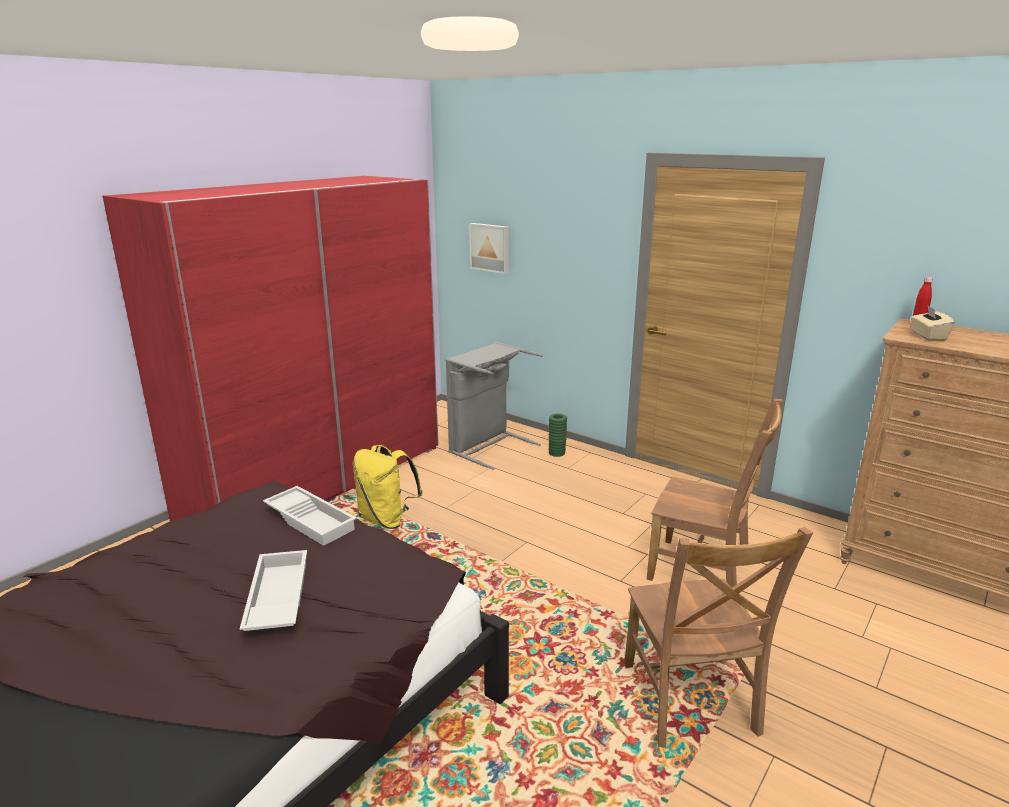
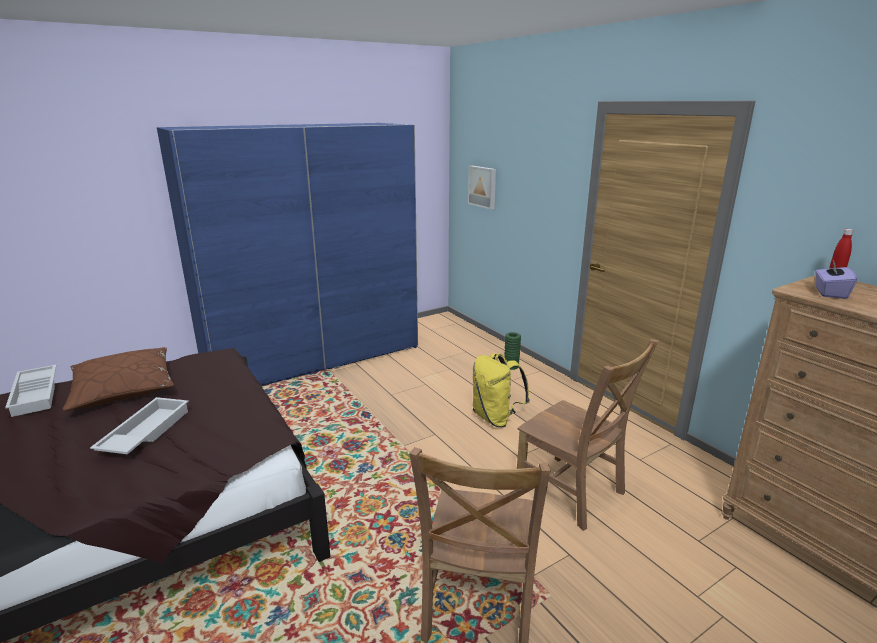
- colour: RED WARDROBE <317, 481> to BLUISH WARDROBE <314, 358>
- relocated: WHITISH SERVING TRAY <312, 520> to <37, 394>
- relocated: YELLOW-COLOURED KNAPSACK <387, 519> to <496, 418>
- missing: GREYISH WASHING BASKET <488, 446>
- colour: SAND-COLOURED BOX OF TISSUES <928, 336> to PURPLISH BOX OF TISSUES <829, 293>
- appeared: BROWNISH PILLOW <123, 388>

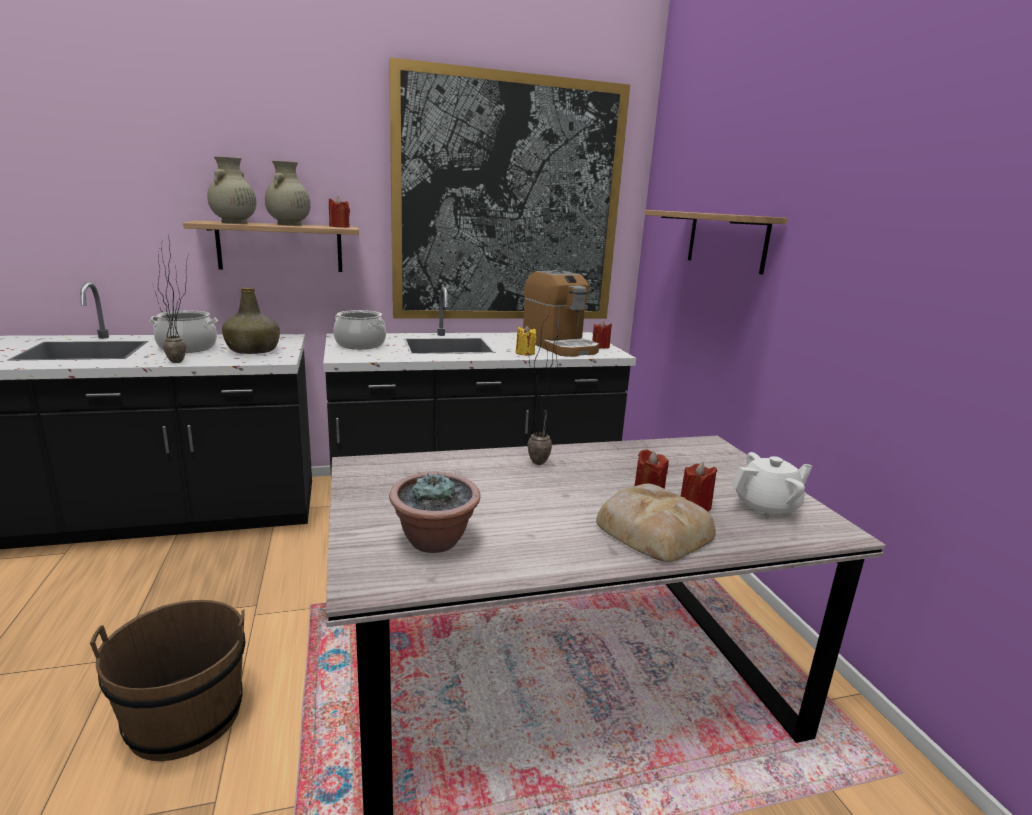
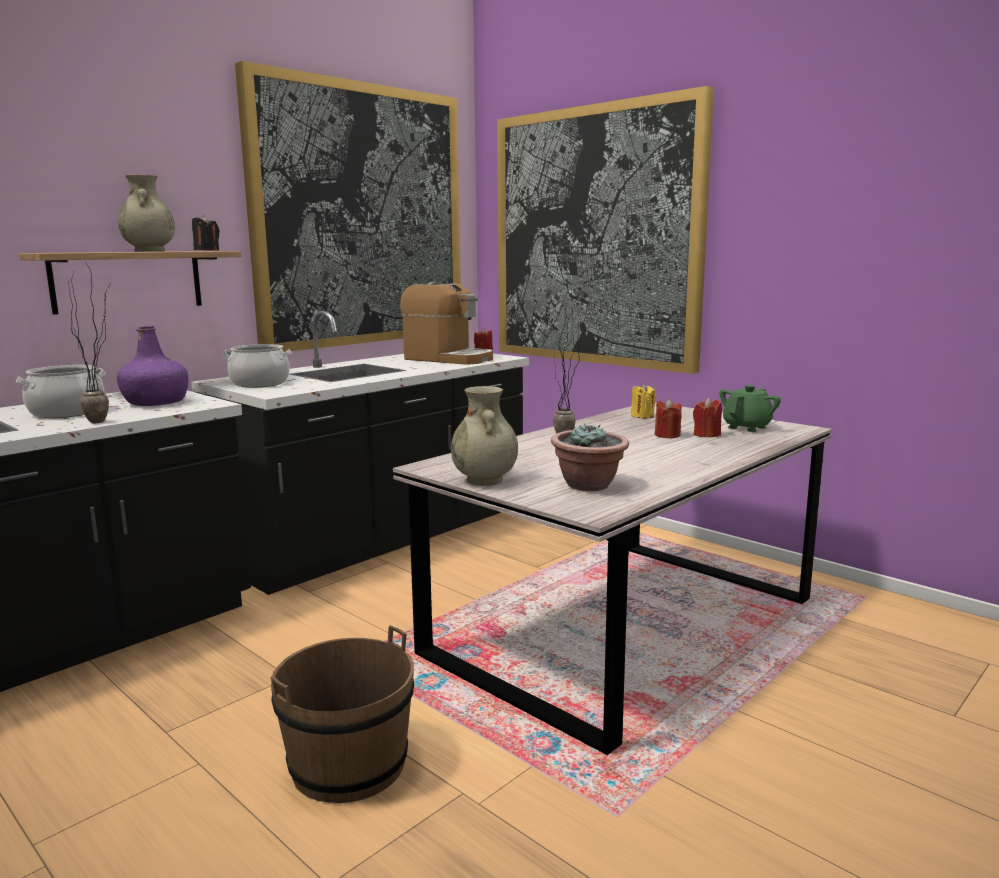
- relocated: SAND-COLOURED DECORATIVE VASE <234, 223> to <485, 481>
- colour: GREEN DRINK BOTTLE <253, 350> to PURPLISH DRINK BOTTLE <156, 402>
- colour: RED CANDLE <339, 227> to BLACK CANDLE <207, 250>
- relocated: YELLOW-COLOURED CANDLE <525, 353> to <642, 416>
- missing: BREAD <653, 529>
- exchanged: SHELF <726, 240> to PICTURE <595, 237>
- colour: WHITISH TEAPOT <766, 508> to GREEN TEAPOT <747, 427>

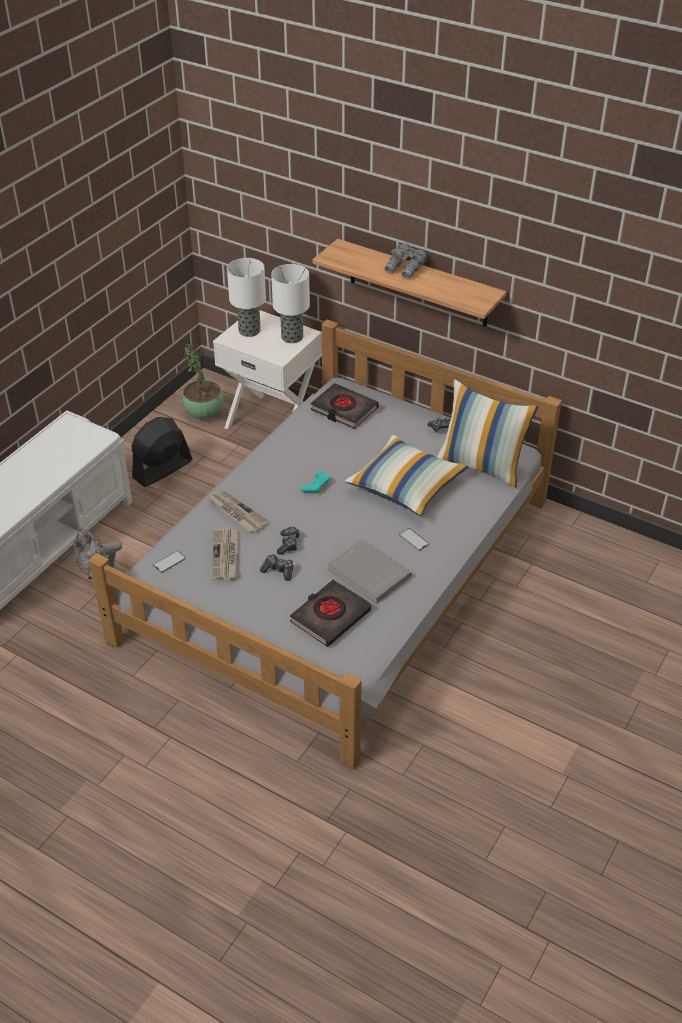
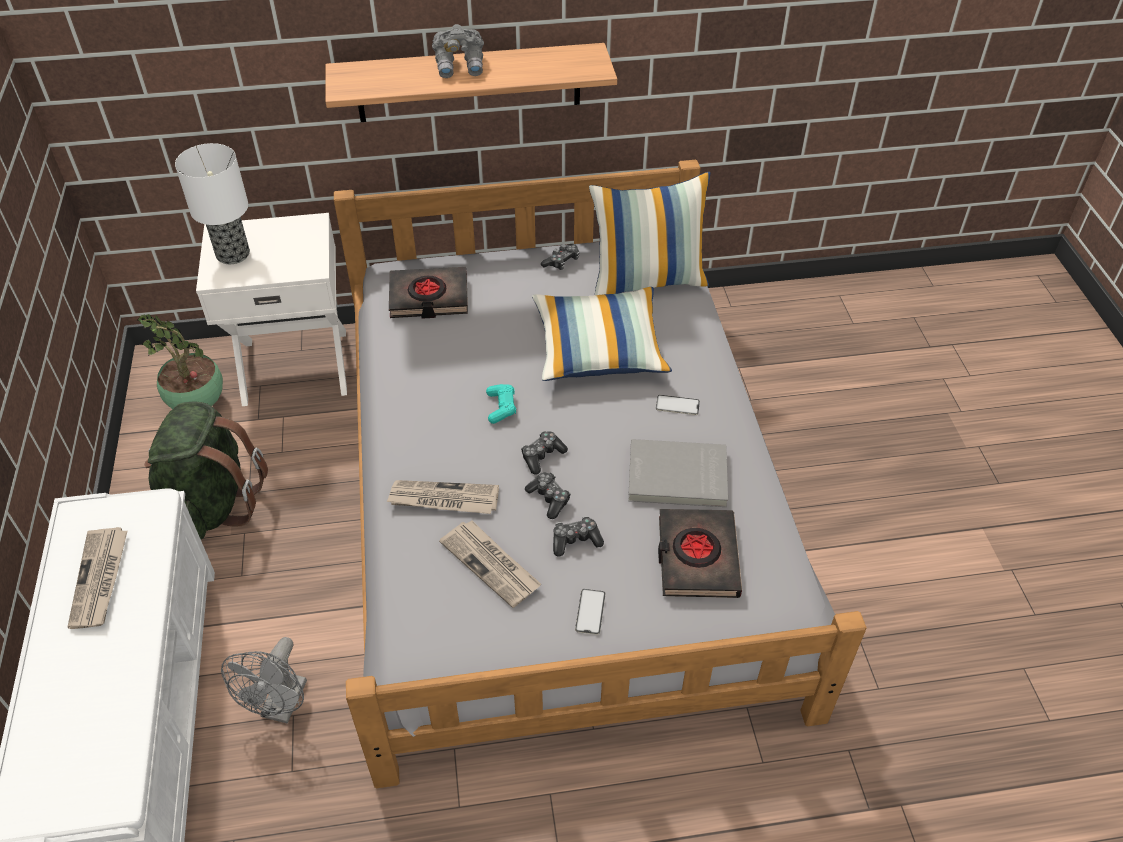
- exchanged: BLACK FAN <162, 469> to GREEN KNAPSACK <212, 504>
- relocated: PHONE <169, 562> to <590, 611>
- missing: LAMP FOR A TABLE <293, 337>
- appeared: NEWSPAPER <100, 579>
- appeared: JOYPAD <542, 456>

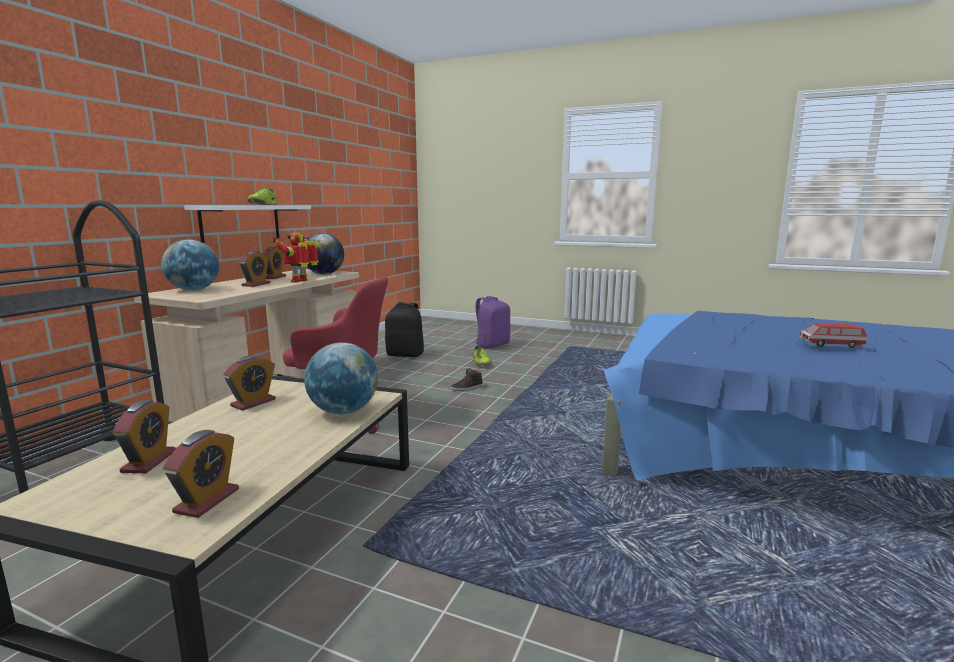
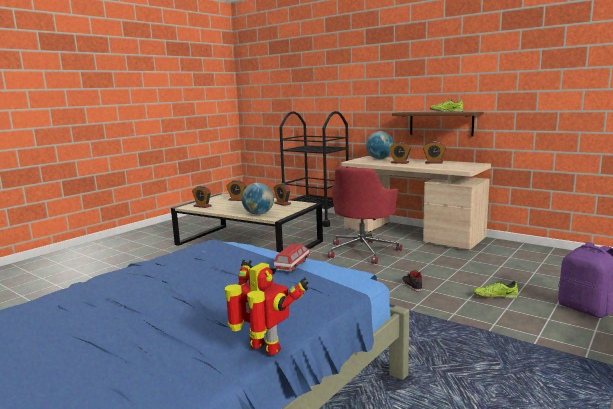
- colour: WHITISH SHELF <241, 223> to BROWNISH SHELF <441, 123>
- relocated: TOY ROBOT <301, 281> to <264, 349>
- missing: GLOBE <324, 274>
- missing: BLACK KNAPSACK <405, 354>
- relocated: TOY CAR <831, 345> to <292, 265>

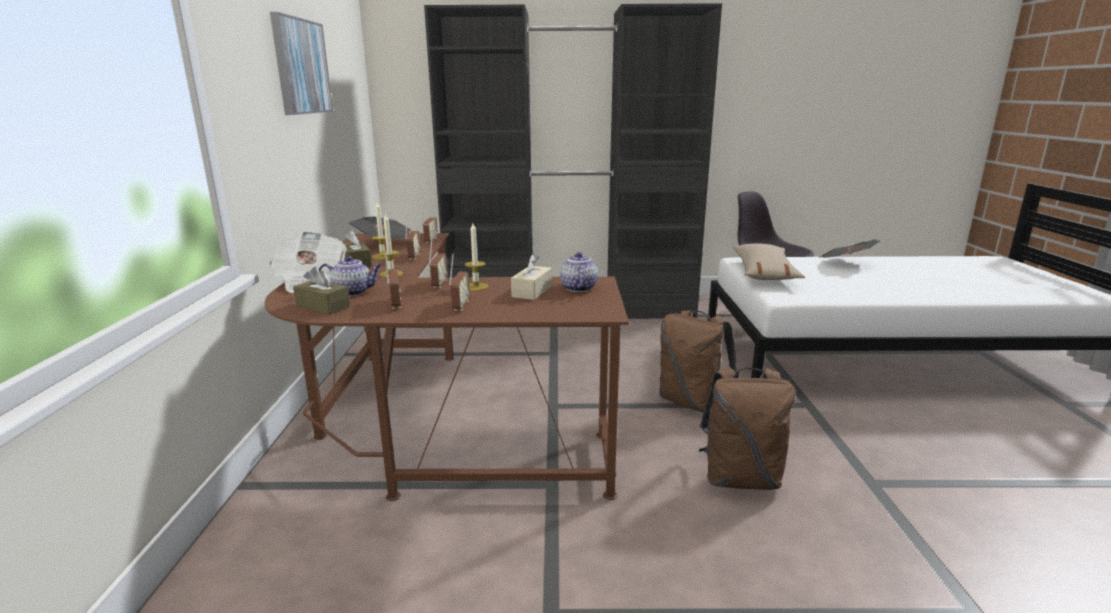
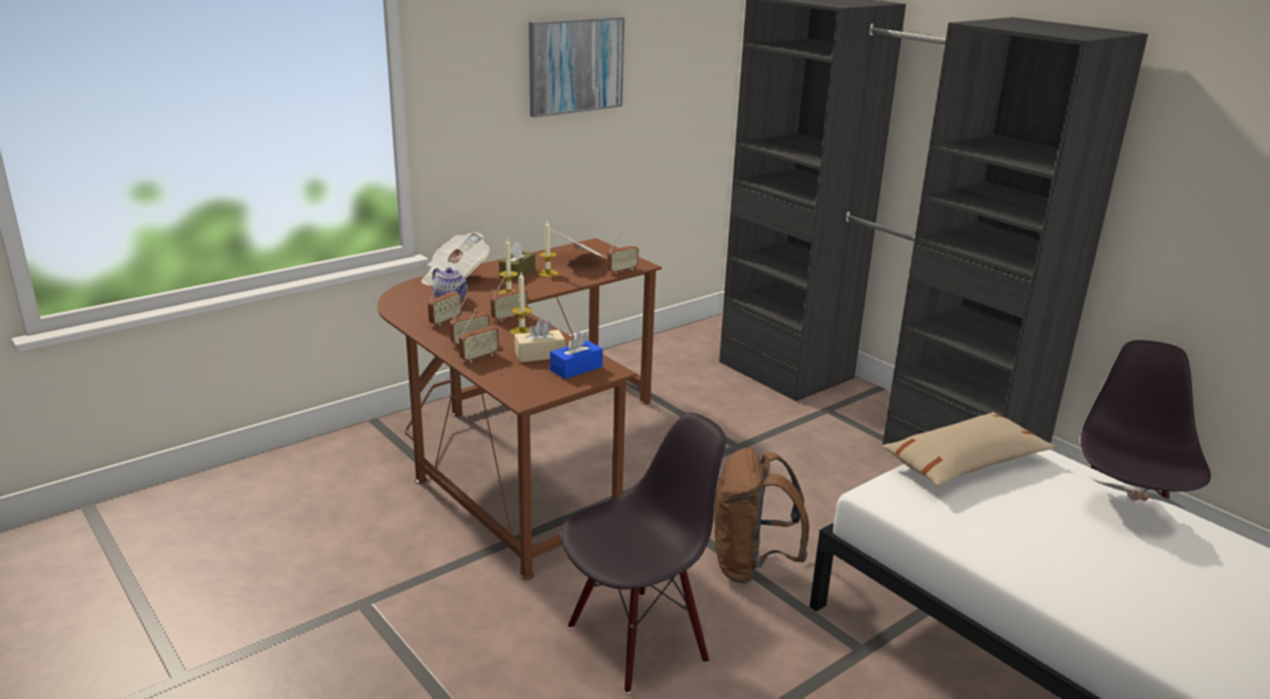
- missing: BROWNISH BOX OF TISSUES <323, 306>
- relocated: RADIO RECEIVER <414, 256> to <479, 357>
- exchanged: TEAPOT <578, 288> to BLUISH BOX OF TISSUES <576, 368>
- exchanged: BROWNISH KNAPSACK <740, 478> to BLACK CHAIR <637, 641>

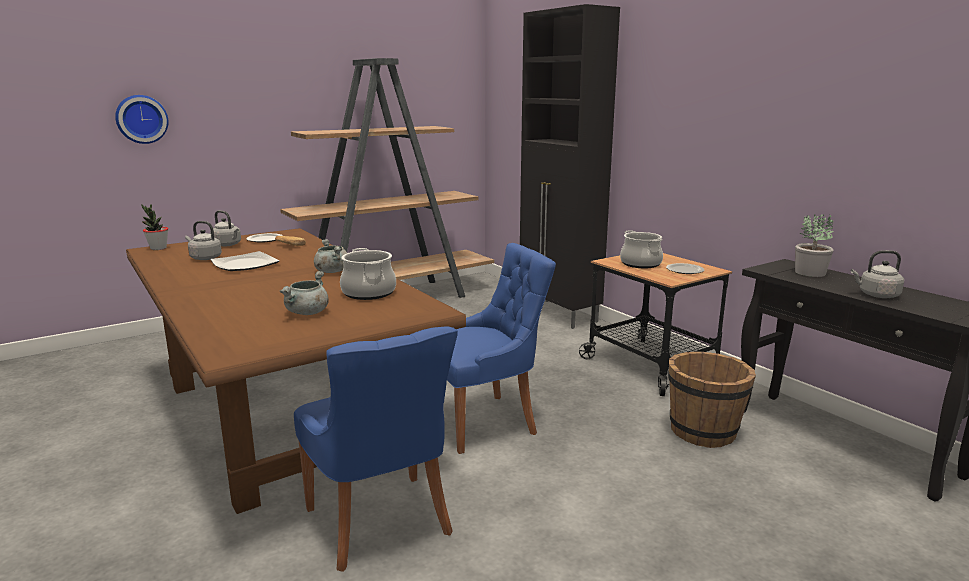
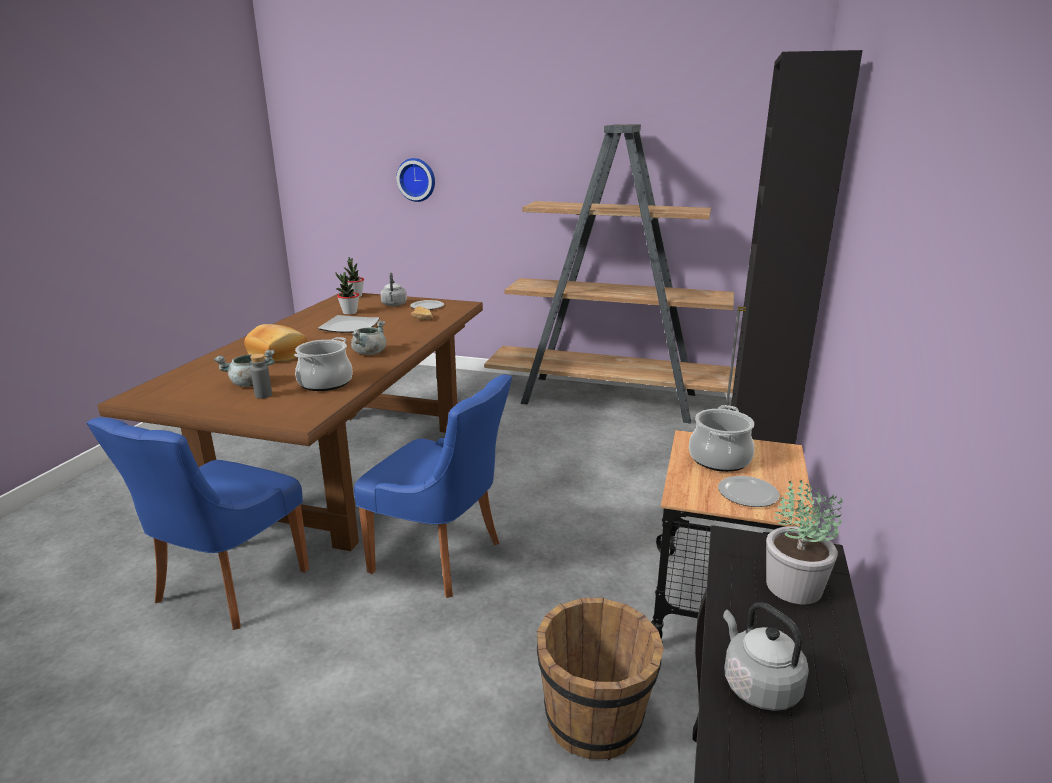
- exchanged: GREYISH WATER KETTLE <204, 258> to HOUSEPLANT <349, 313>
- appeared: BREAD <279, 354>
- appeared: GREYISH DRINK BOTTLE <263, 395>

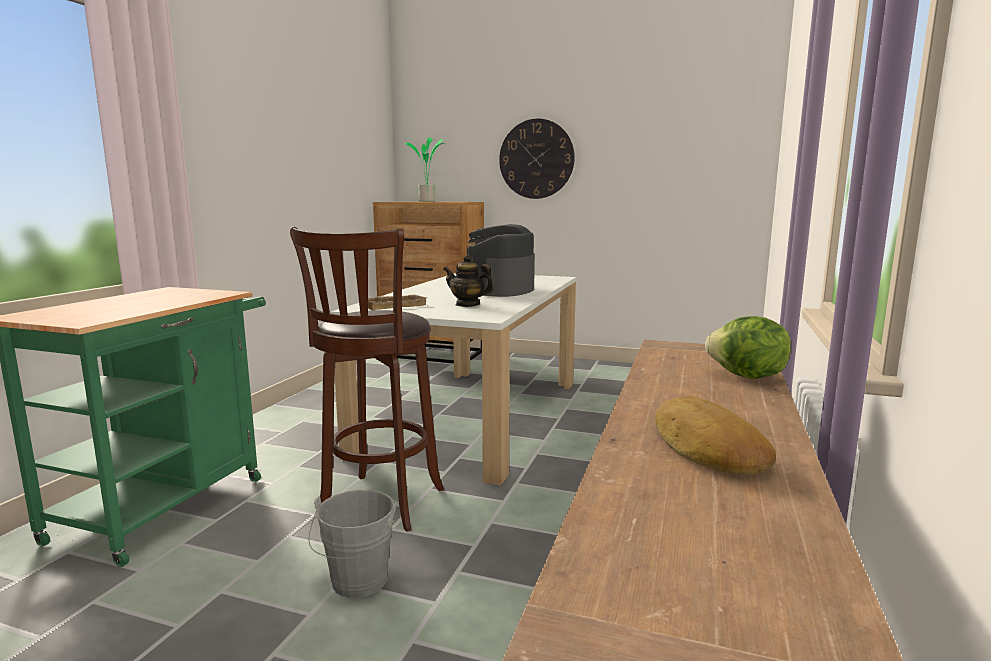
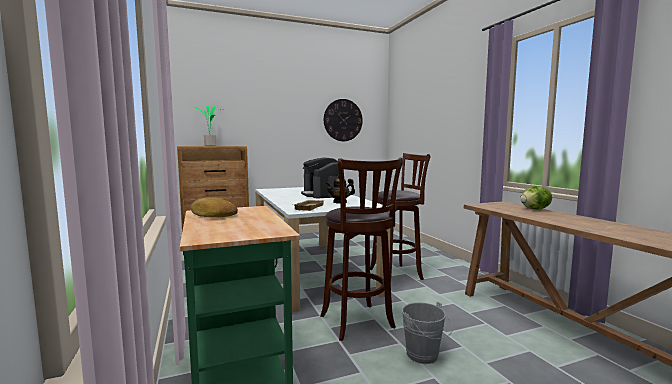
- relocated: HANGING CLOCK <536, 159> to <343, 120>
- relocated: BREAD <706, 448> to <212, 214>
- appeared: BROWNISH SITTING STOOL <398, 274>

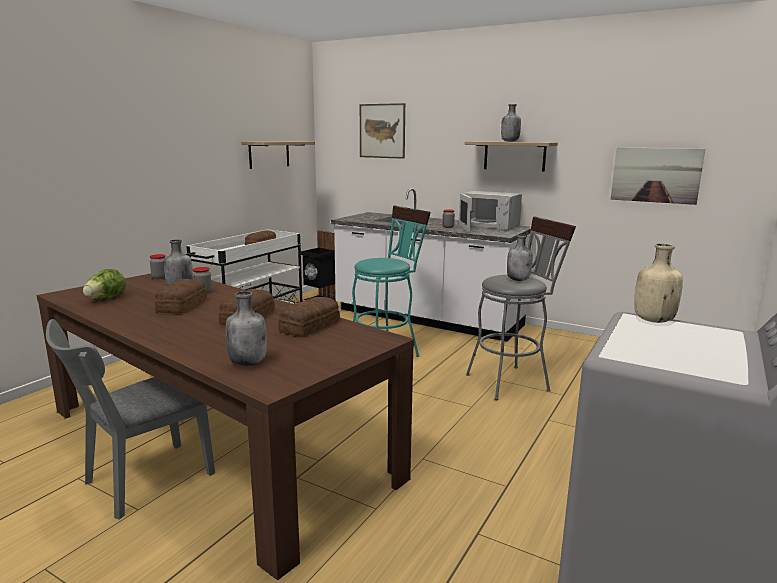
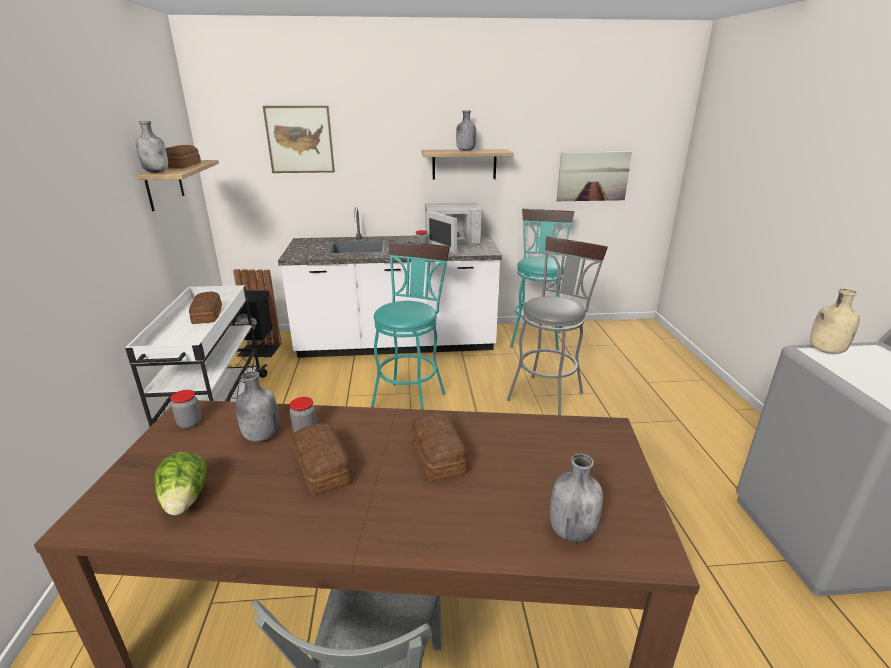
- relocated: BREAD <311, 326> to <183, 165>
- relocated: GREYISH DRINK BOTTLE <518, 280> to <157, 172>
- appeared: TURQUOISE SITTING STOOL <536, 337>

